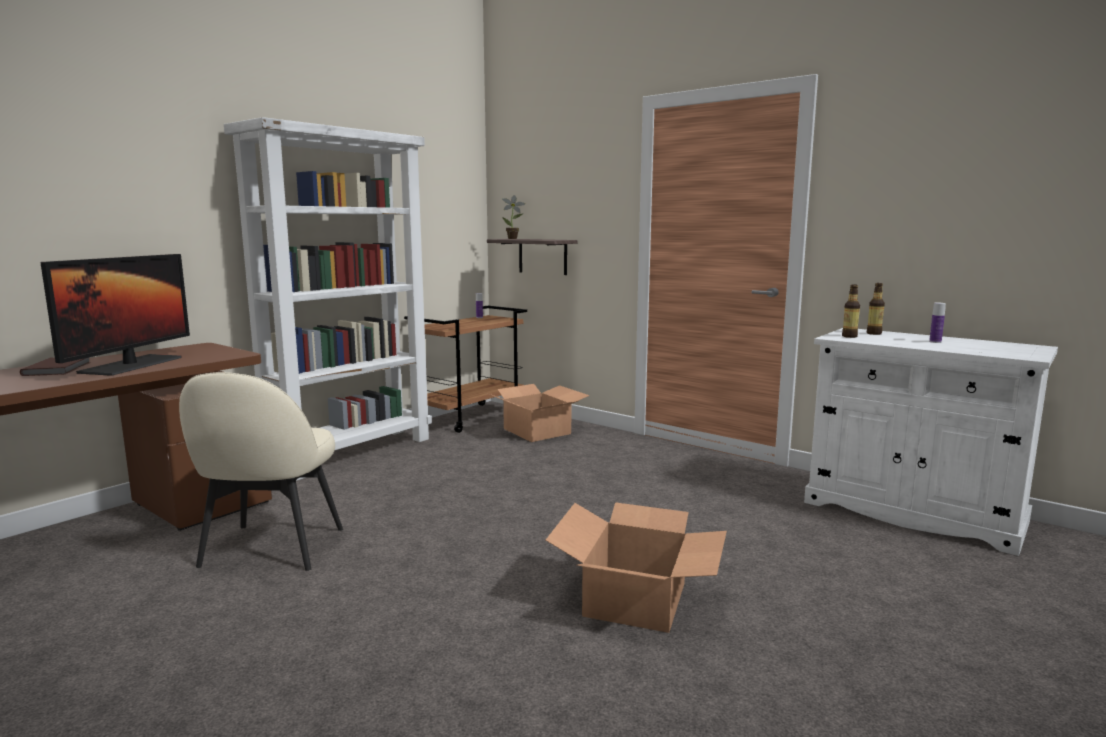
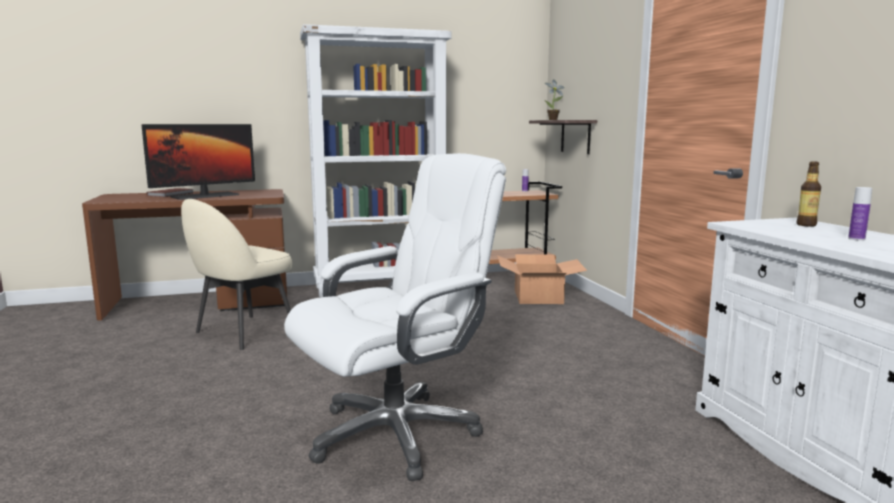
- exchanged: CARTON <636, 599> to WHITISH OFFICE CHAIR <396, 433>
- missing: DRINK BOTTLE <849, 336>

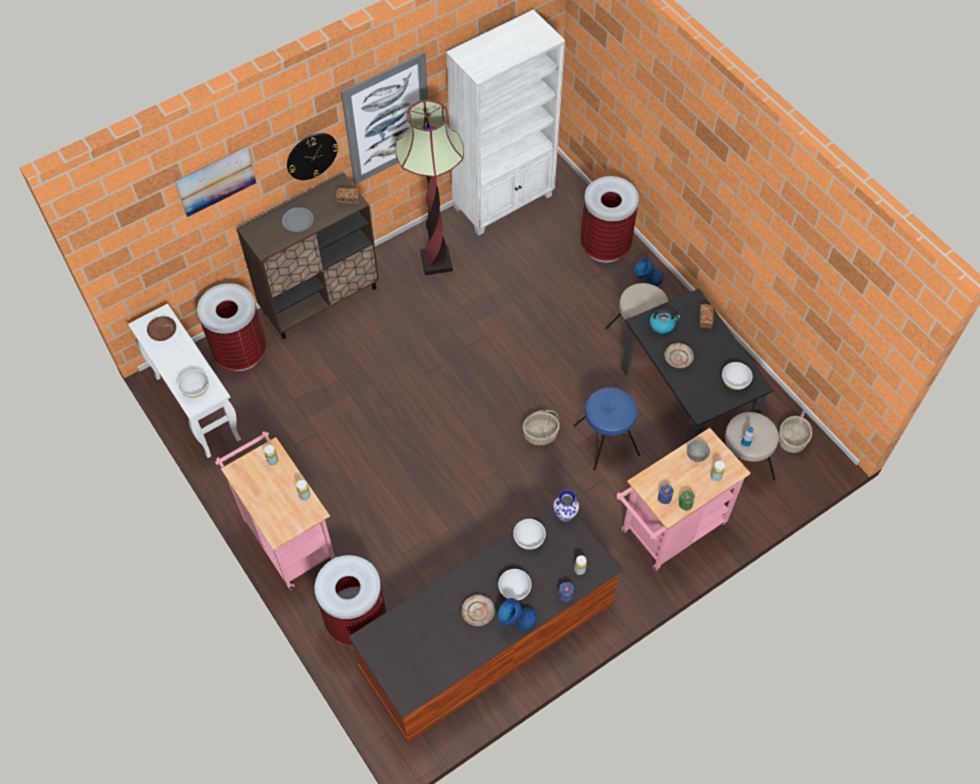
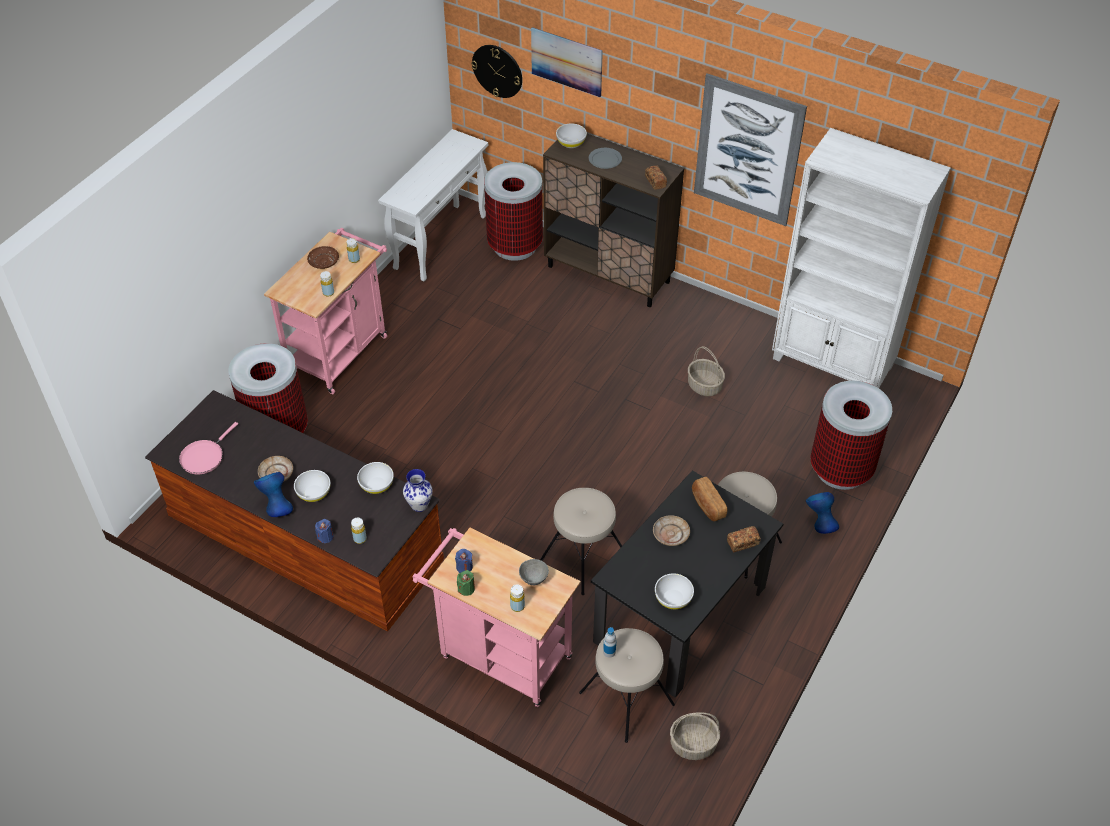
- relocated: BROWNISH PLATE <162, 331> to <323, 261>
- relocated: WHITISH BOWL <195, 389> to <571, 143>
- relocated: HANGING CLOCK <311, 155> to <497, 70>
- missing: STANDARD LAMP <436, 262>
- relocated: BASKET <540, 434> to <705, 386>
- colour: BLUISH SITTING STOOL <606, 440> to SAND-COLOURED SITTING STOOL <583, 557>
- exchanged: WATER KETTLE <662, 324> to BREAD <707, 505>
- appeared: PINK-COLOURED PAN <204, 456>

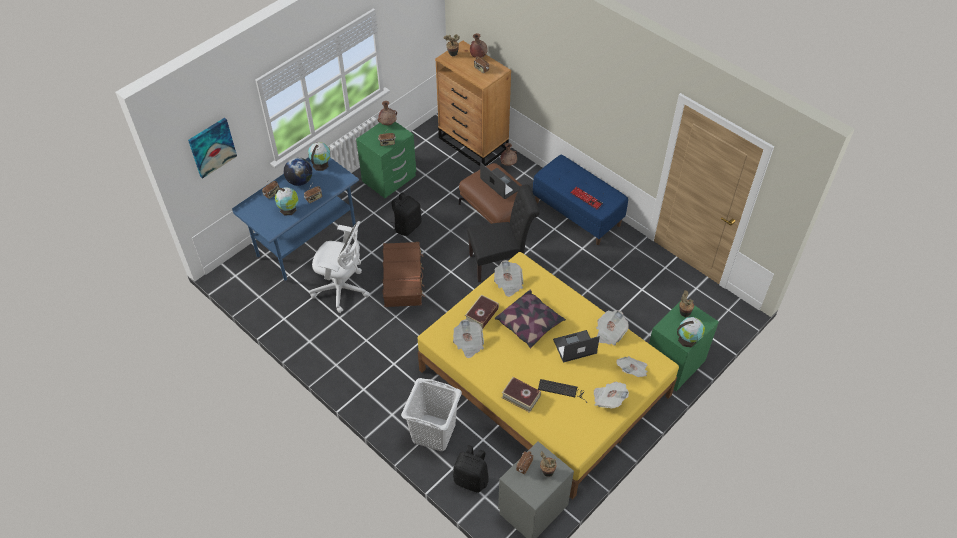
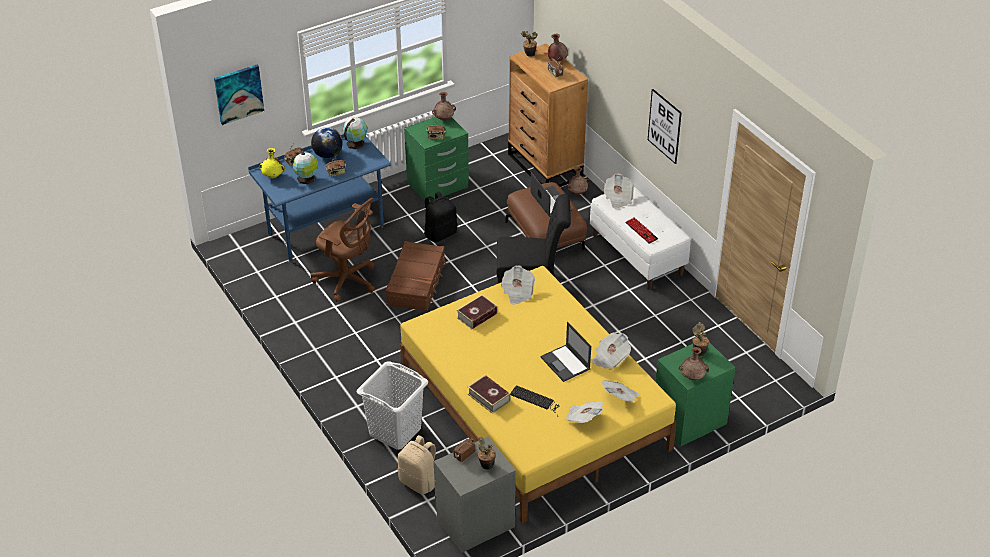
- colour: WHITISH OFFICE CHAIR <342, 289> to BROWNISH OFFICE CHAIR <348, 281>
- relocated: NEWSPAPER <468, 344> to <618, 198>
- colour: BLACK KNAPSACK <471, 479> to SAND-COLOURED KNAPSACK <419, 482>
- missing: PILLOW <530, 324>
- colour: BLUISH INDOOR BENCH <578, 213> to WHITISH INDOOR BENCH <638, 255>
- spun: PORTABLE COMPUTER <574, 346> = <565, 363> 120 degrees counterclockwise
- exchanged: GLOBE <688, 339> to BROWNISH DECORATIVE VASE <693, 377>
- appeared: YELLOW-COLOURED DECORATIVE VASE <273, 176>
- appeared: PICTURE <664, 126>

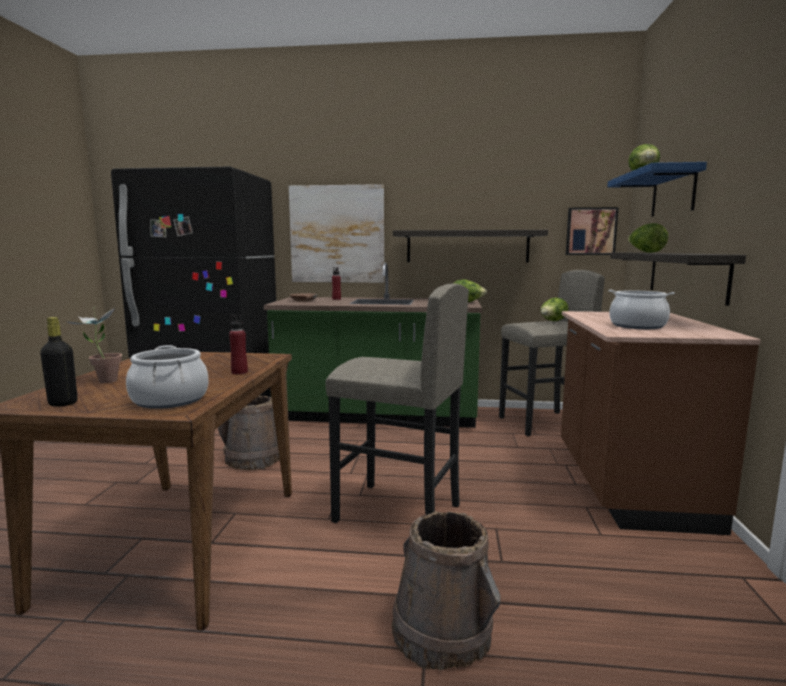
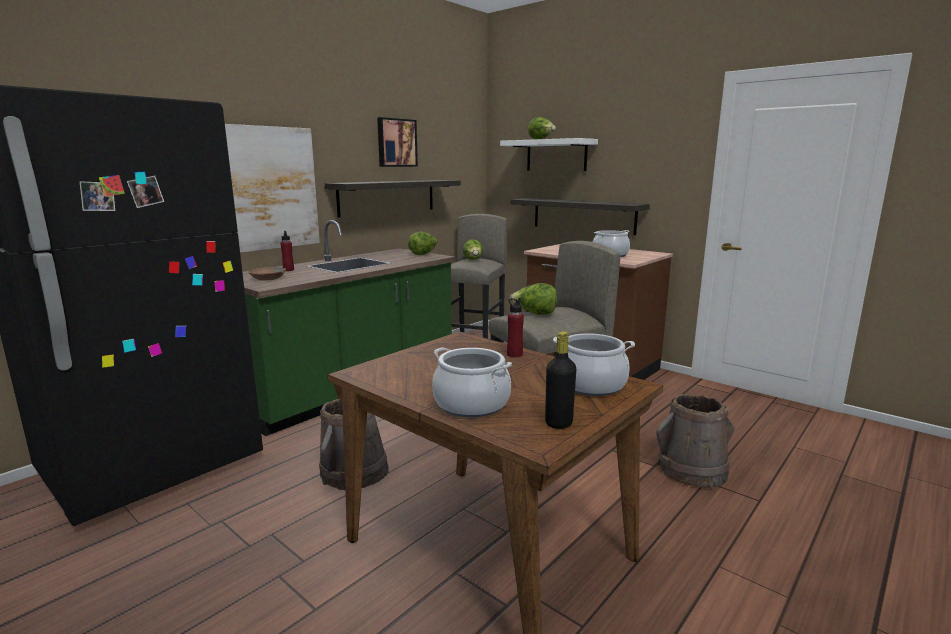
- exchanged: HOUSEPLANT <102, 380> to COOKING POT <471, 404>
- relocated: PICTURE <590, 231> to <396, 143>
- colour: BLUISH SHELF <673, 193> to WHITISH SHELF <556, 155>
- relocated: LETTUCE <645, 252> to <535, 314>

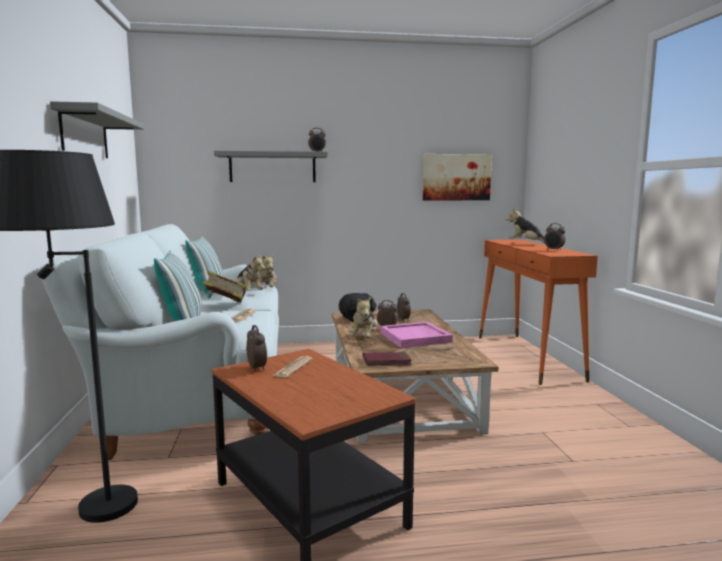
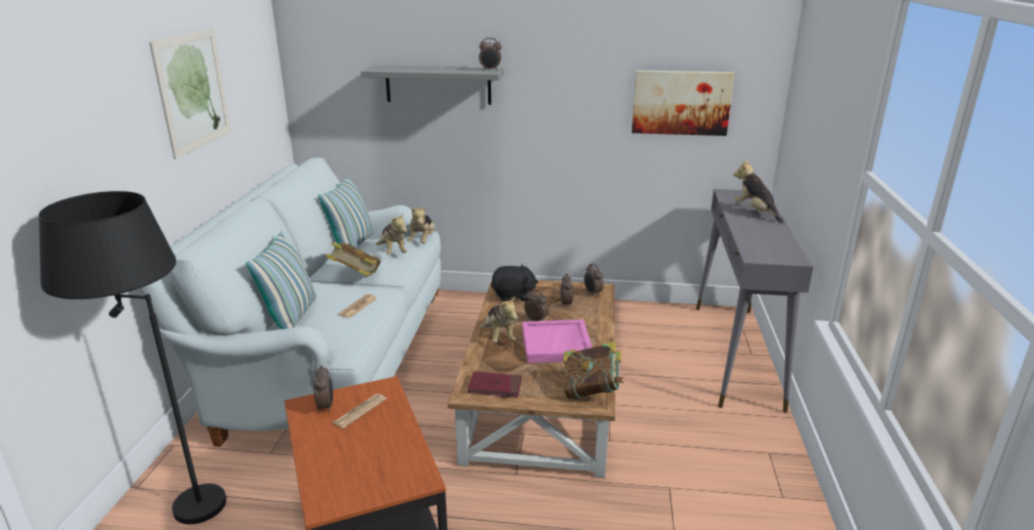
- exchanged: GREYISH SHELF <84, 134> to PICTURE <193, 91>
- spun: CUDDLY TOY <364, 337> = <498, 336> 45 degrees counterclockwise
- colour: ORANGEY NARROW TABLE <527, 357> to GREYISH NARROW TABLE <736, 354>
- relocated: ALARM CLOCK <553, 250> to <592, 293>
- appeared: BOOK <591, 391>

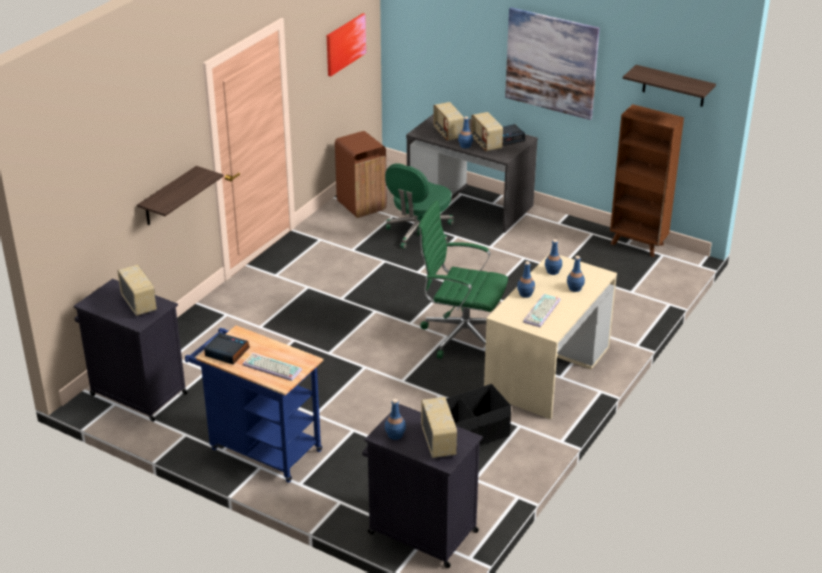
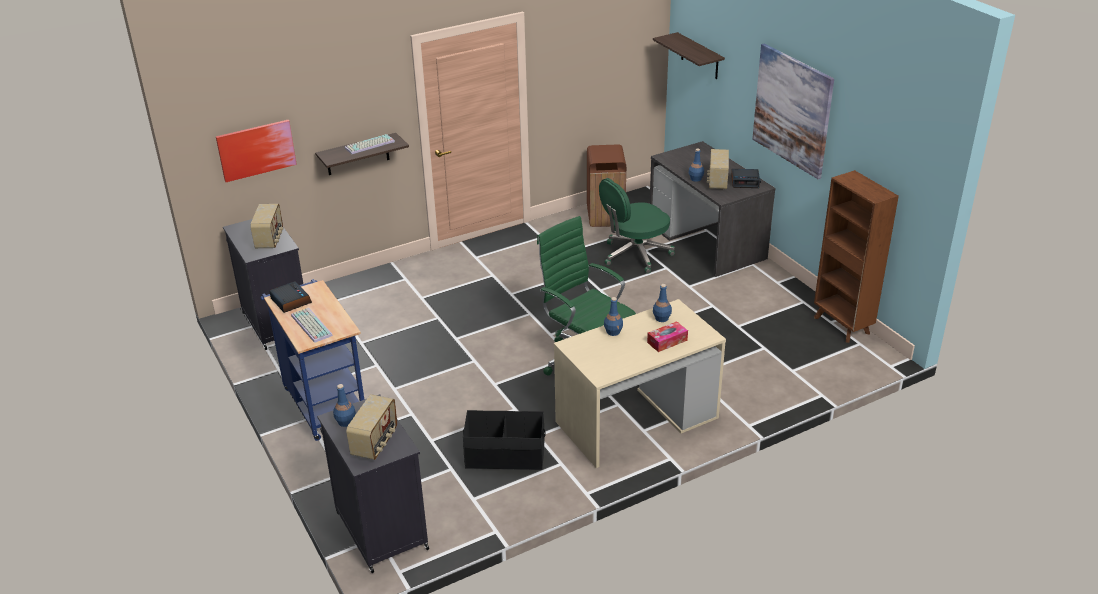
- relocated: PICTURE <345, 44> to <256, 150>
- missing: RADIO RECEIVER <447, 133>
- relocated: COMPUTER KEYBOARD <542, 311> to <369, 145>
- exchanged: BLUISH DRINK BOTTLE <575, 288> to BOX OF TISSUES <667, 341>
- relocated: SHELF <673, 86> to <699, 56>

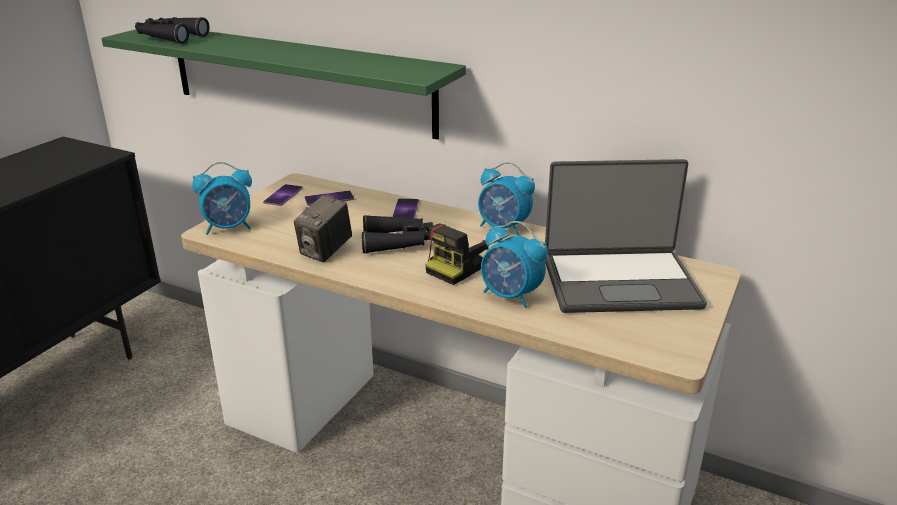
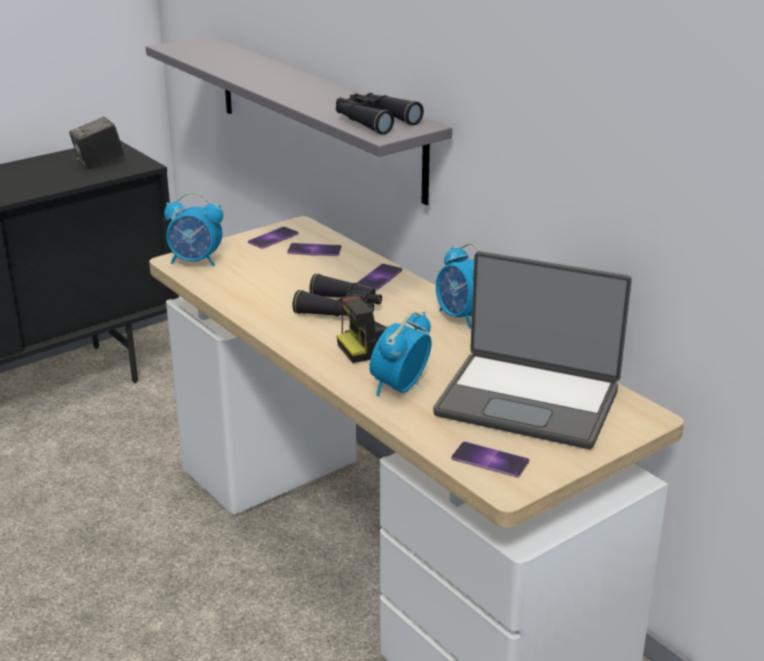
- colour: GREEN SHELF <298, 79> to GREYISH SHELF <316, 115>
- relocated: BLACK PAIR OF BINOCULARS <170, 37> to <373, 121>
- relocated: PHOTO CAMERA <325, 252> to <99, 164>
- spun: ALARM CLOCK <511, 296> = <399, 387> 60 degrees clockwise
- appeared: PHONE <490, 460>

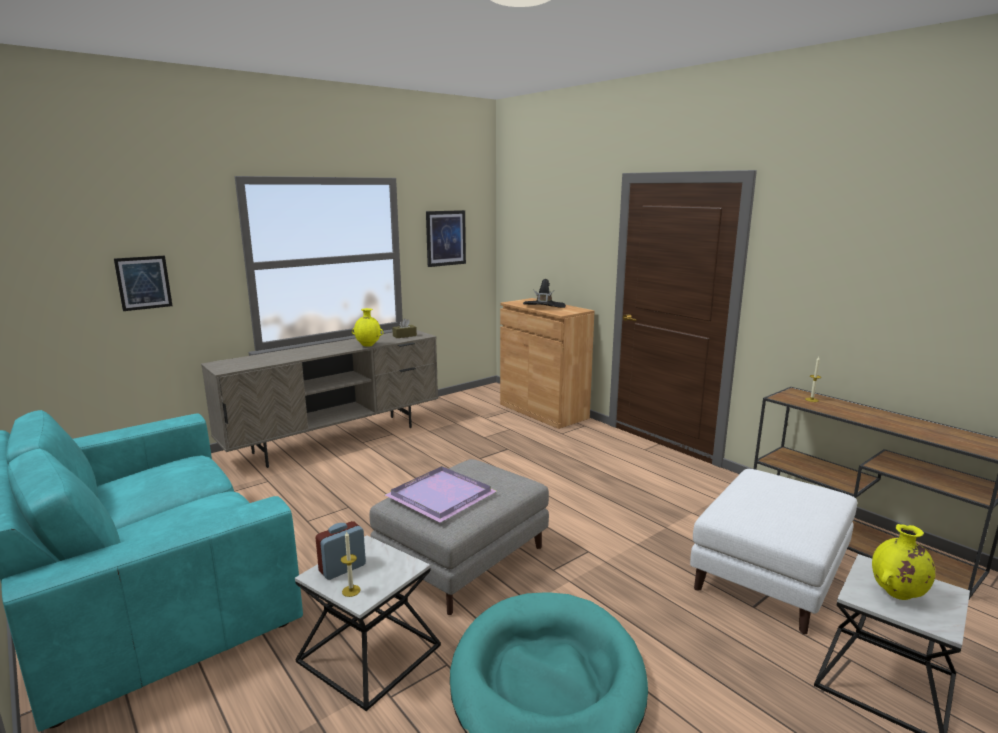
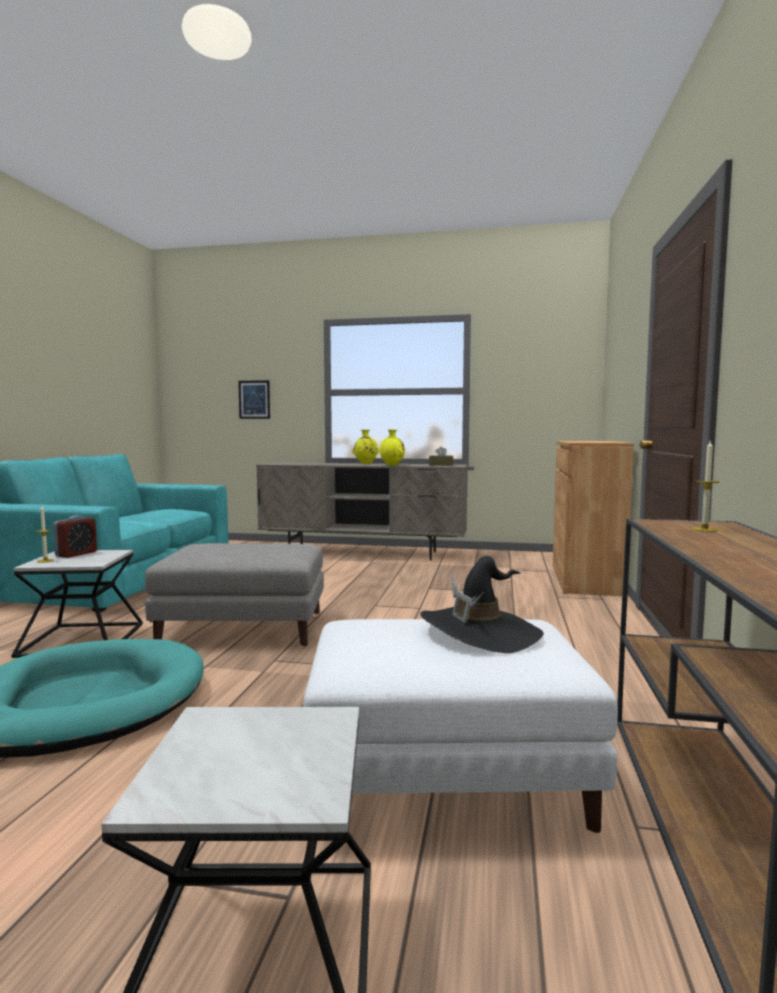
- spun: ALARM CLOCK <342, 568> = <76, 554> 105 degrees clockwise
- missing: PURPLISH SERVING TRAY <443, 496>
- missing: PICTURE <445, 238>
- relocated: BLACK HAT <544, 306> to <480, 632>
- relocated: YELLOW-COLOURED DECORATIVE VASE <897, 595> to <365, 463>

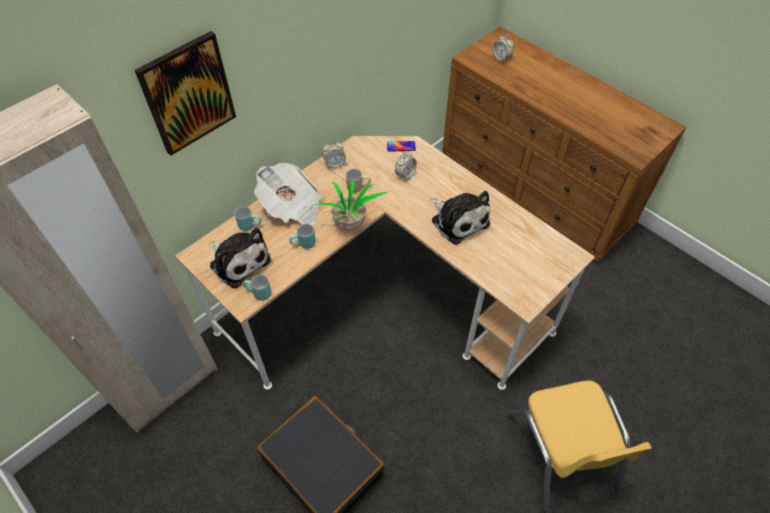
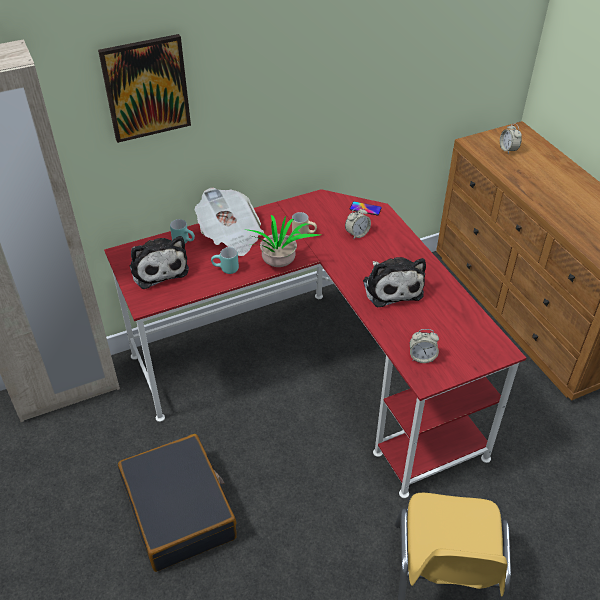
- colour: SAND-COLOURED DESK <385, 299> to RED DESK <314, 373>
- missing: TURQUOISE COFFEE MUG <258, 294>
- relocated: ALARM CLOCK <334, 164> to <422, 357>

